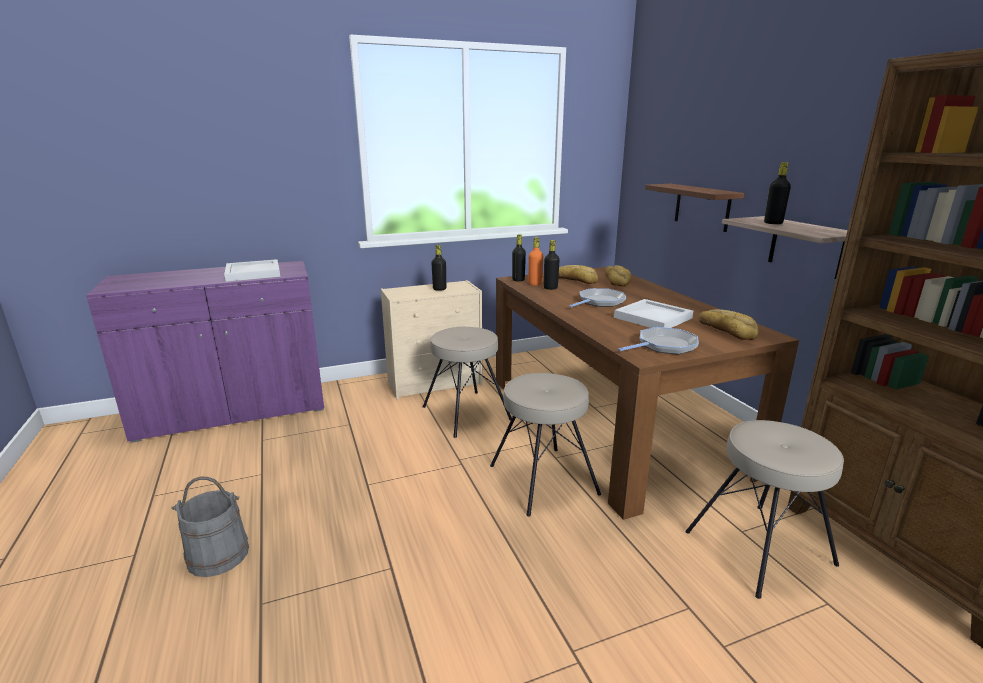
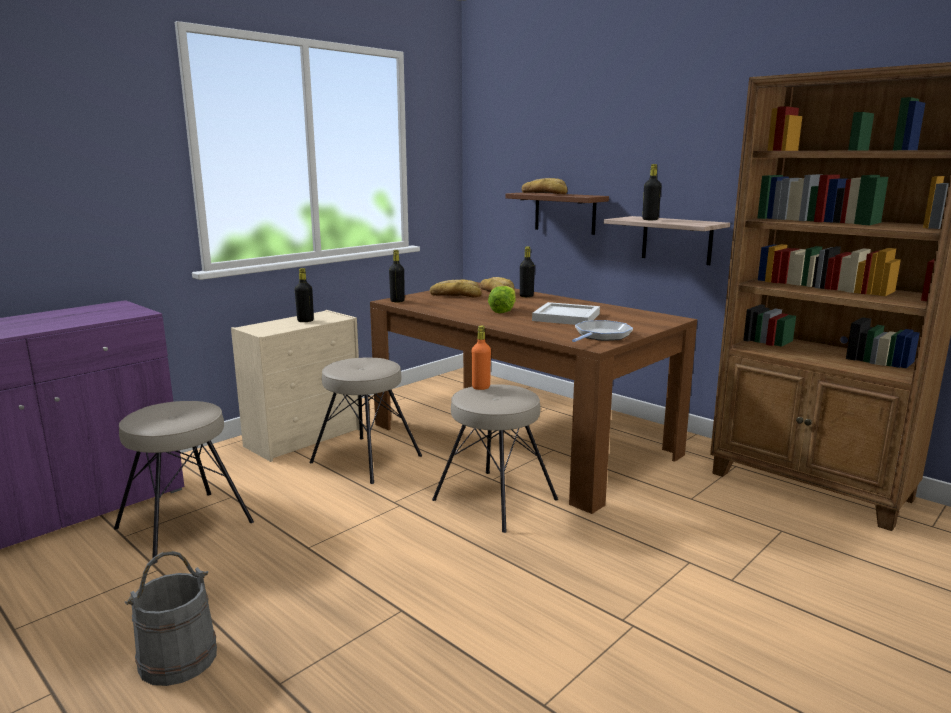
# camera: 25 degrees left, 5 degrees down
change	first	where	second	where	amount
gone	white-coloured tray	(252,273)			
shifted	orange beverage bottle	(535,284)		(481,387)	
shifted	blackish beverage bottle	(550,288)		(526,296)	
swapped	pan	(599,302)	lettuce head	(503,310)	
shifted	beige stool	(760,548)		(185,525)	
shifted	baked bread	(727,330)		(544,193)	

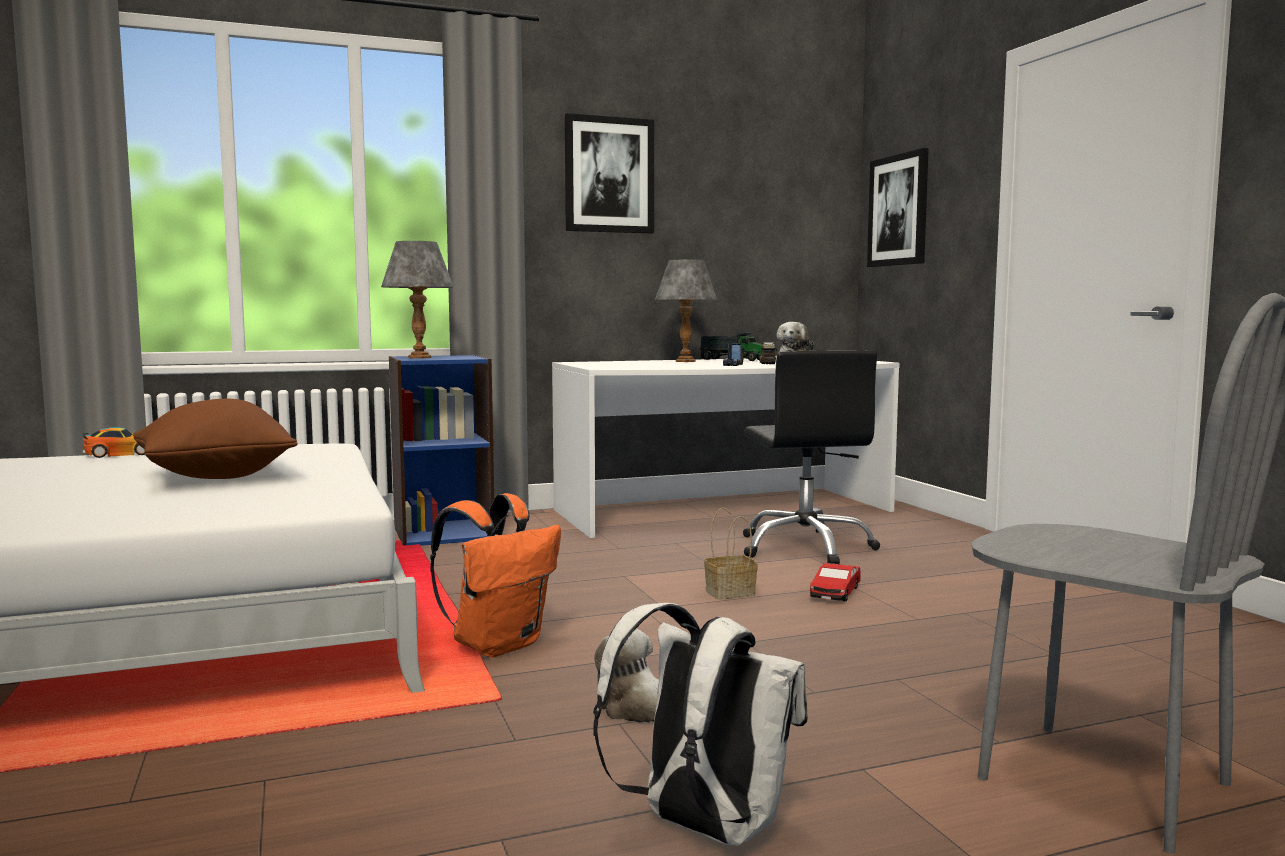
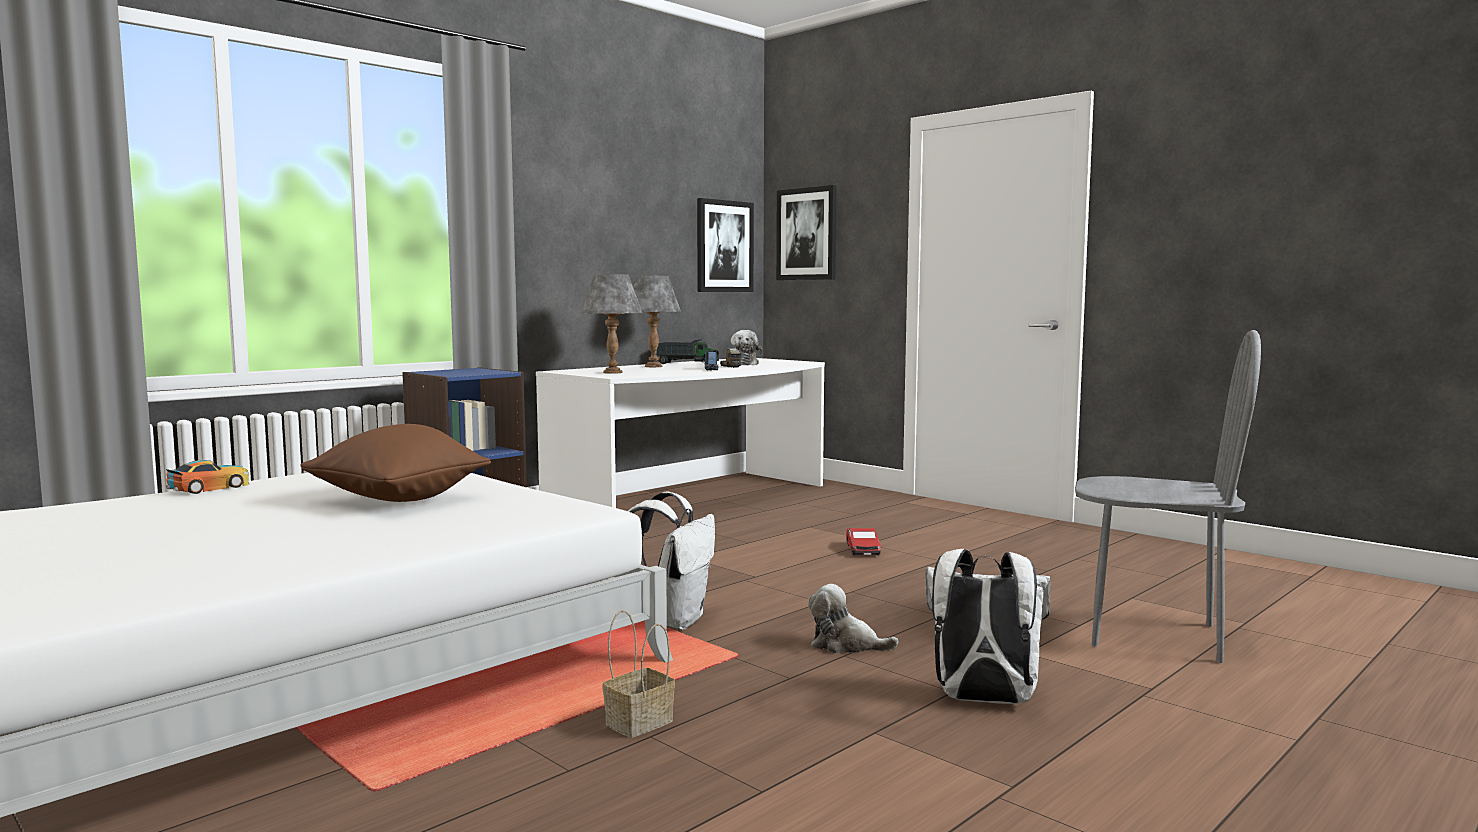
# camera: 25 degrees left, 0 degrees up
change	first	where	second	where	amount
shifted	grey table lamp	(419,357)		(612,372)	
repainted	orange backpack	(498,645)	white-coloured backpack	(673,620)	
shifted	picture	(609,175)		(724,246)	
shifted	household basket	(729,593)		(638,723)	
gone	blackish computer chair	(806,547)			

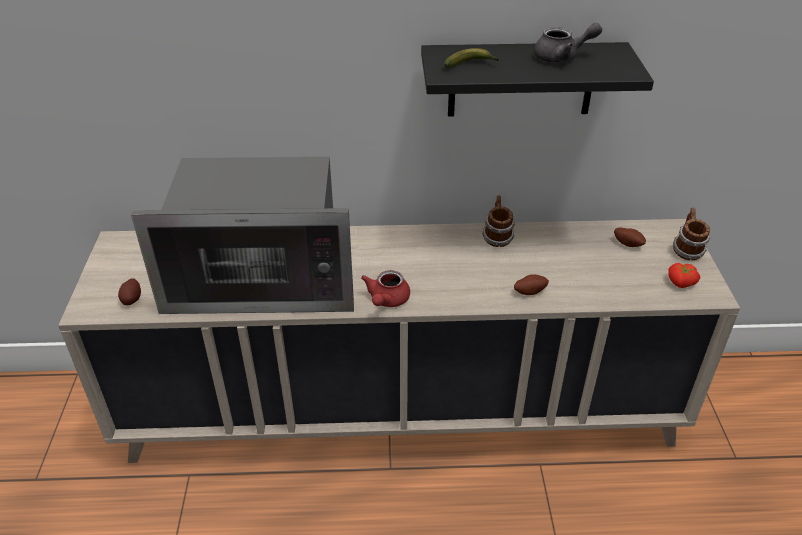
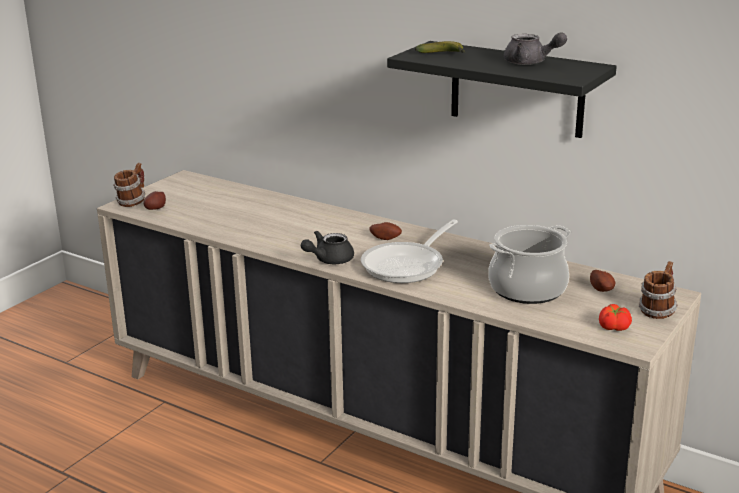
# camera: 35 degrees right, 15 degrees down
change	first	where	second	where	amount
gone	microwave	(263,280)			
repainted	red tea pot	(386,300)	blackish tea pot	(329,260)	
shifted	mug	(496,238)		(132,202)	
shifted	spud	(529,291)		(386,238)	
new			pan	(407,265)	
new			saucepot	(527,288)	

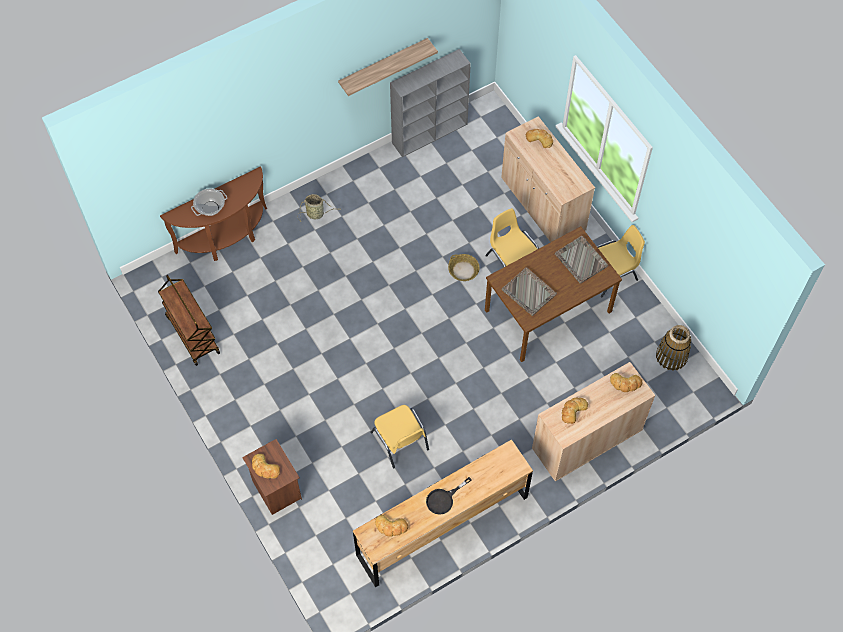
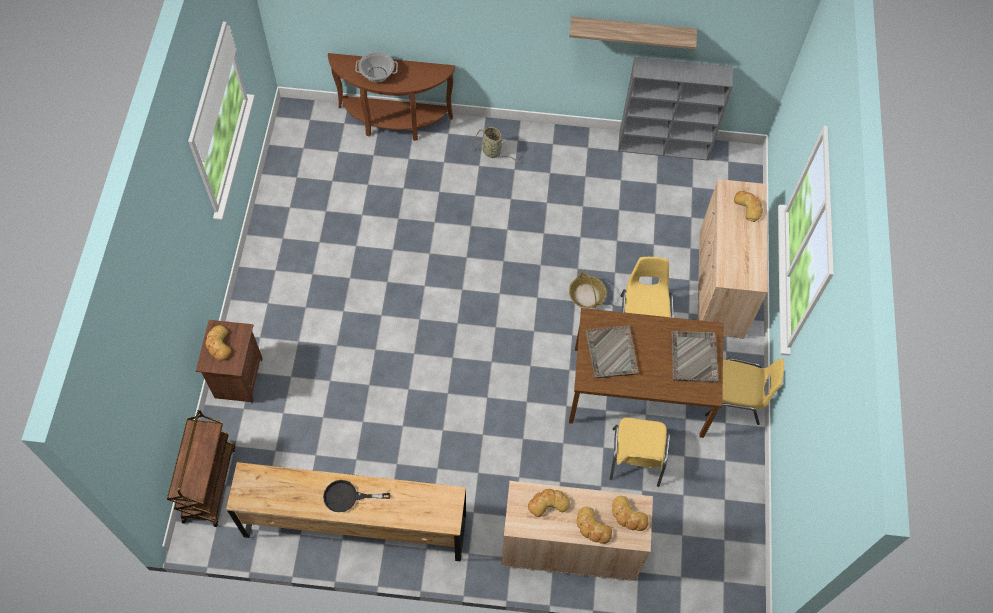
# camera: 35 degrees right, 0 degrees up
change	first	where	second	where	amount
shifted	brownish trolley	(192,334)		(209,483)	
shifted	yellow-coloured chair	(400,441)		(636,458)	
shifted	baked bread	(391,527)		(592,527)	
gone	household basket	(671,356)			

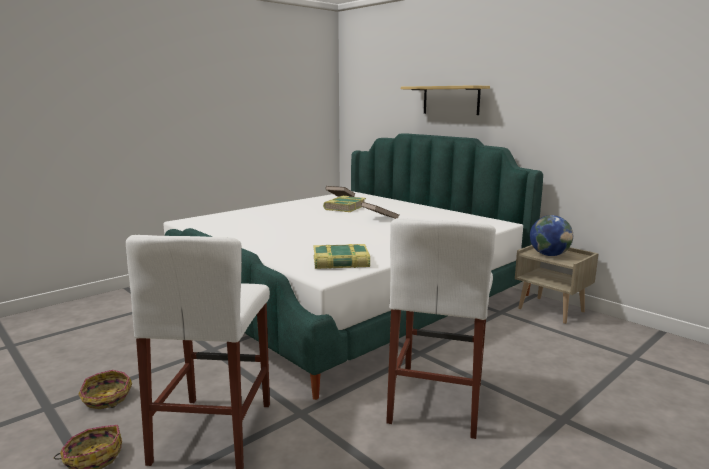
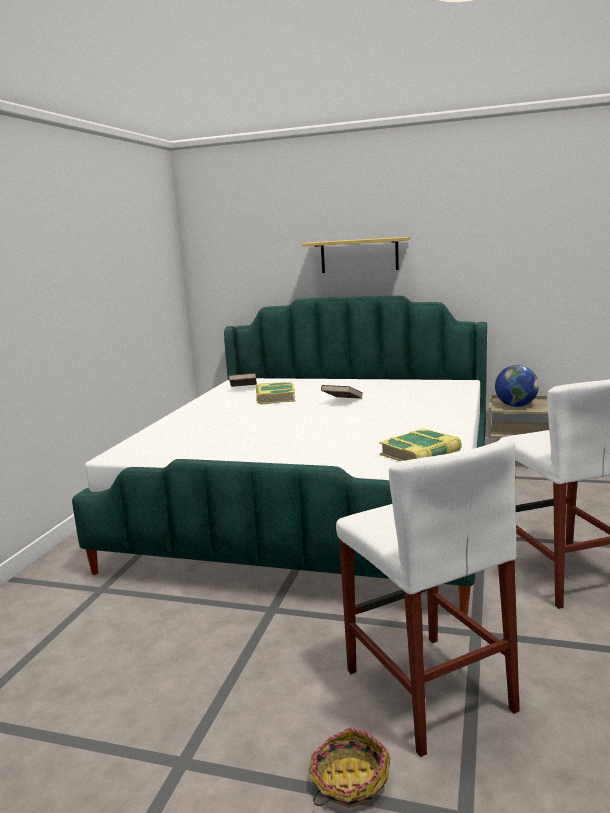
# camera: 30 degrees left, 0 degrees up
change	first	where	second	where	amount
gone	household basket	(106,399)			

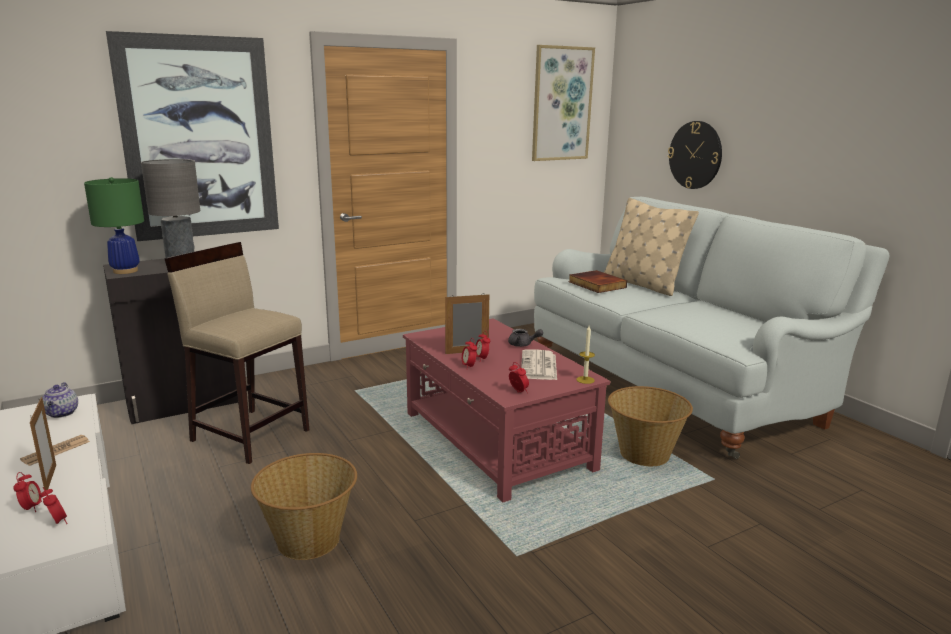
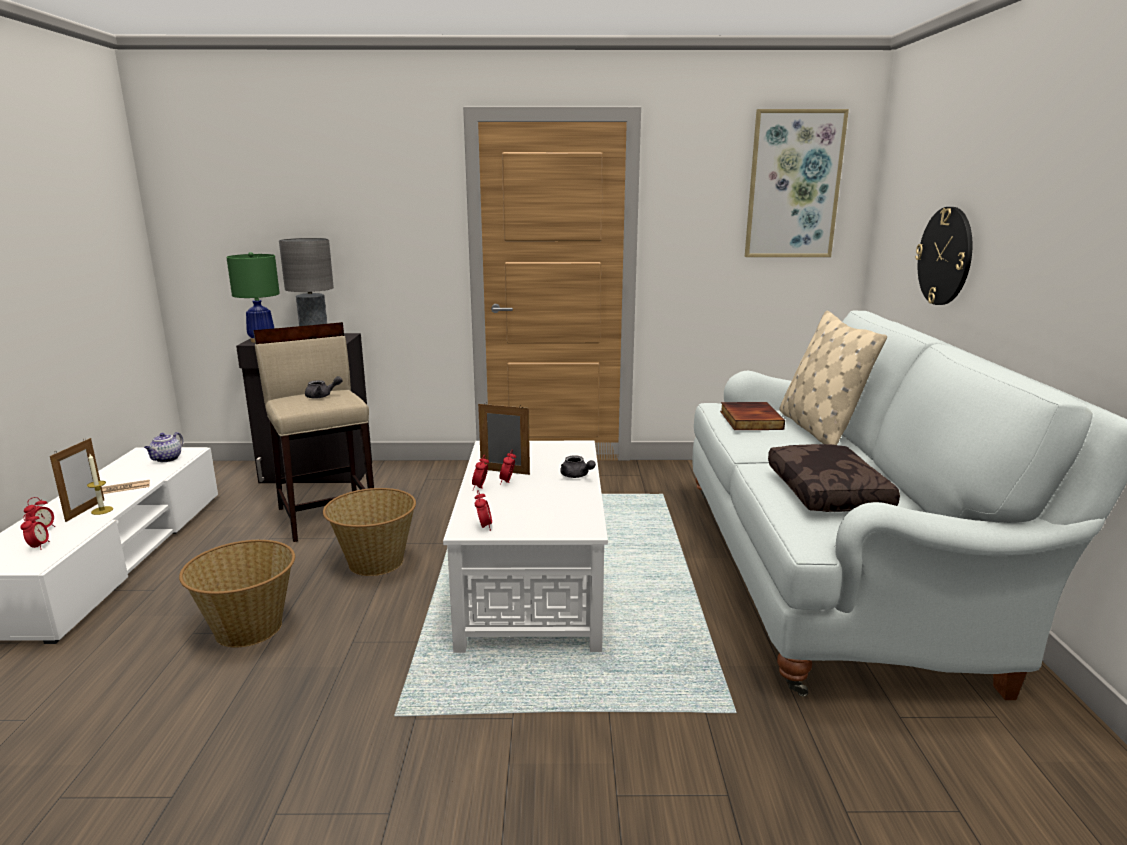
# camera: 30 degrees right, 0 degrees up
change	first	where	second	where	amount
gone	picture	(200,139)			
repainted	red coffee table	(496,441)	white-coloured coffee table	(531,583)	
gone	newspaper	(539,366)			
shifted	candle	(585,380)		(102,510)	
shifted	household basket	(644,455)		(375,562)	
new			grey tea pot	(322,396)	
new			brownish throw pillow	(829,492)	

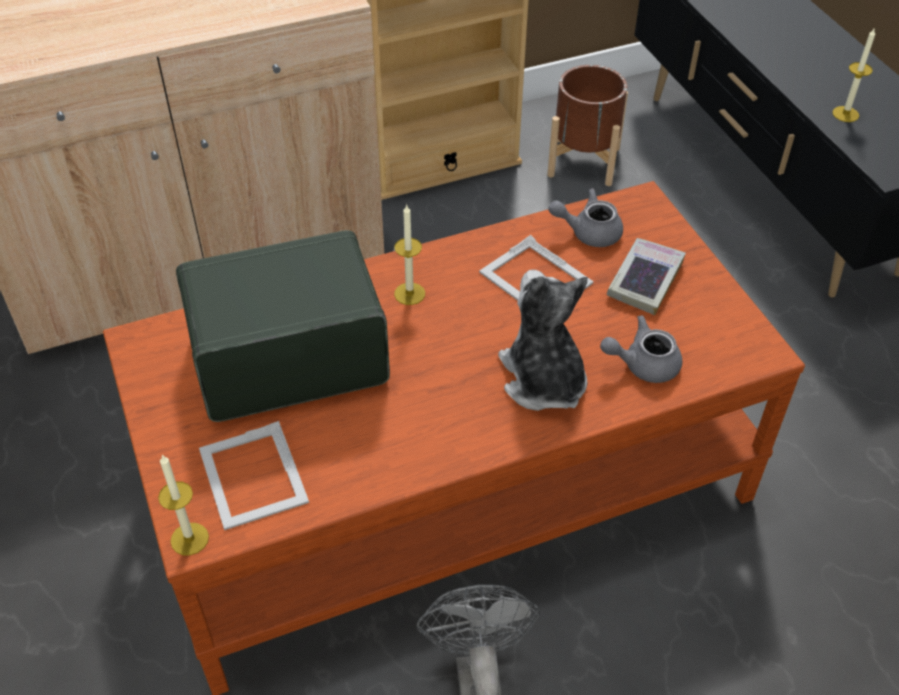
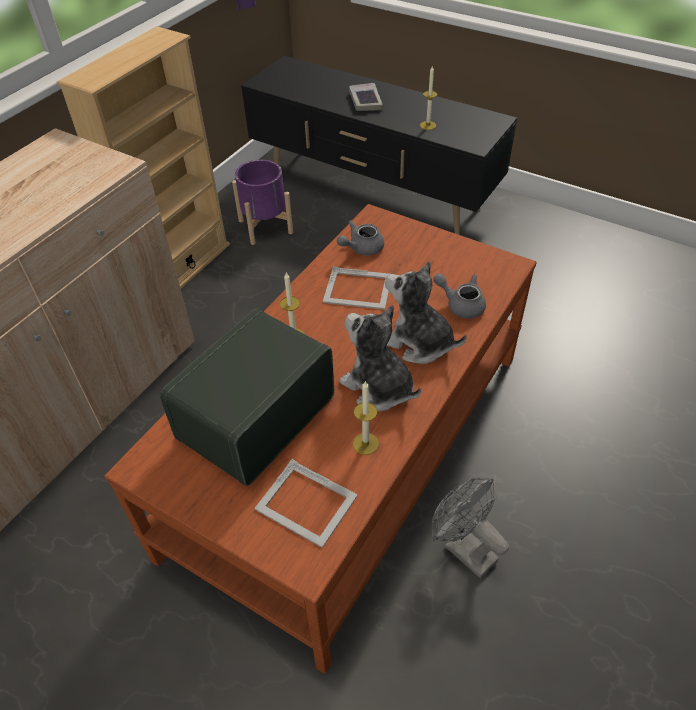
# camera: 35 degrees left, 0 degrees up
change	first	where	second	where	amount
shifted	candle	(189,539)		(365,443)	
repainted	brownish plant pot	(583,161)	purple-coloured plant pot	(265,227)	
rotated	grey tea pot	(642,364)		(461,304)	75 degrees clockwise
shifted	book	(645,280)		(365,101)	
new			soft toy	(378,387)	

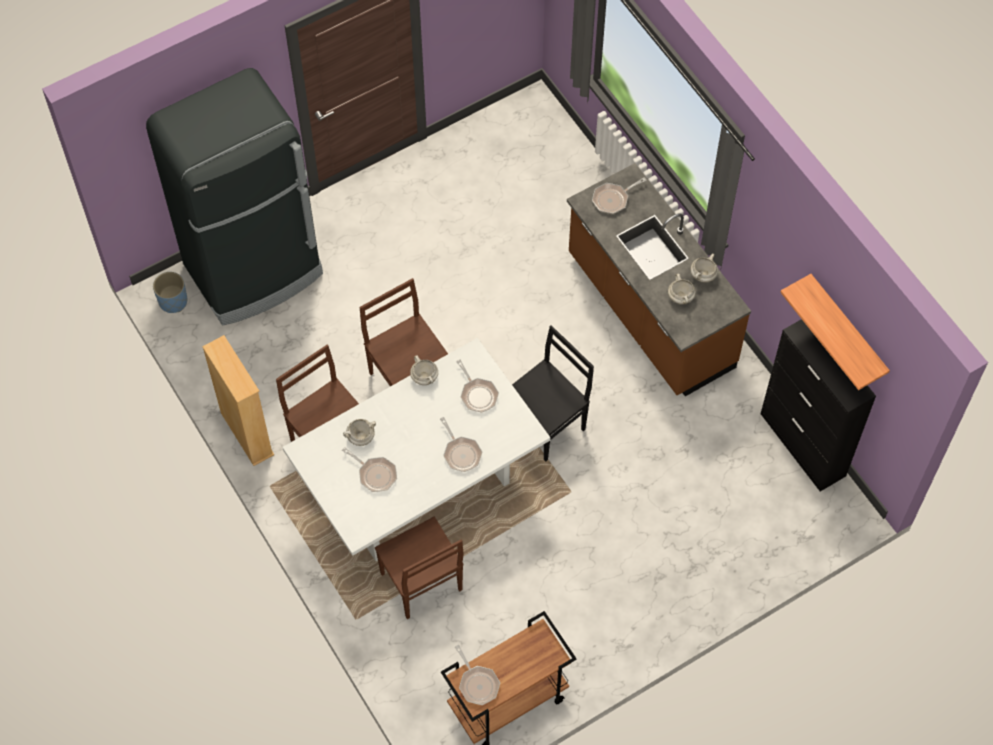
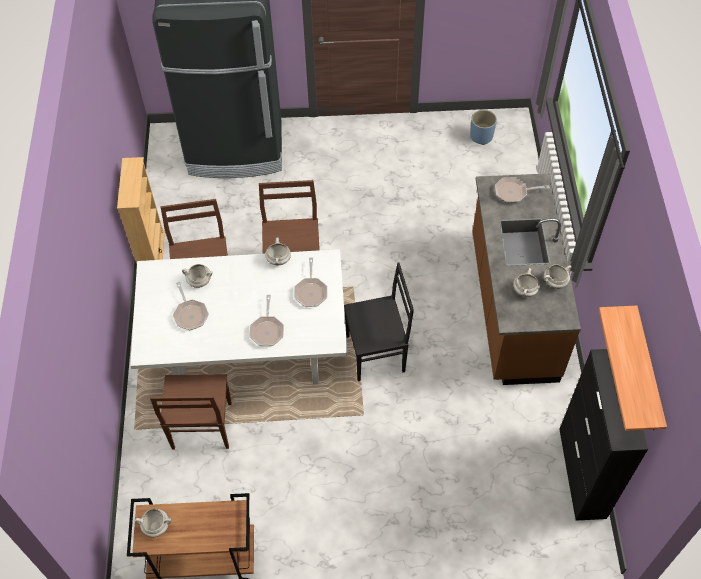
# camera: 30 degrees right, 5 degrees down
change	first	where	second	where	amount
shifted	blue-coloured plant pot	(173,301)		(481,136)	
swapped	pan	(477,683)	white-coloured saucepot	(156,526)	

